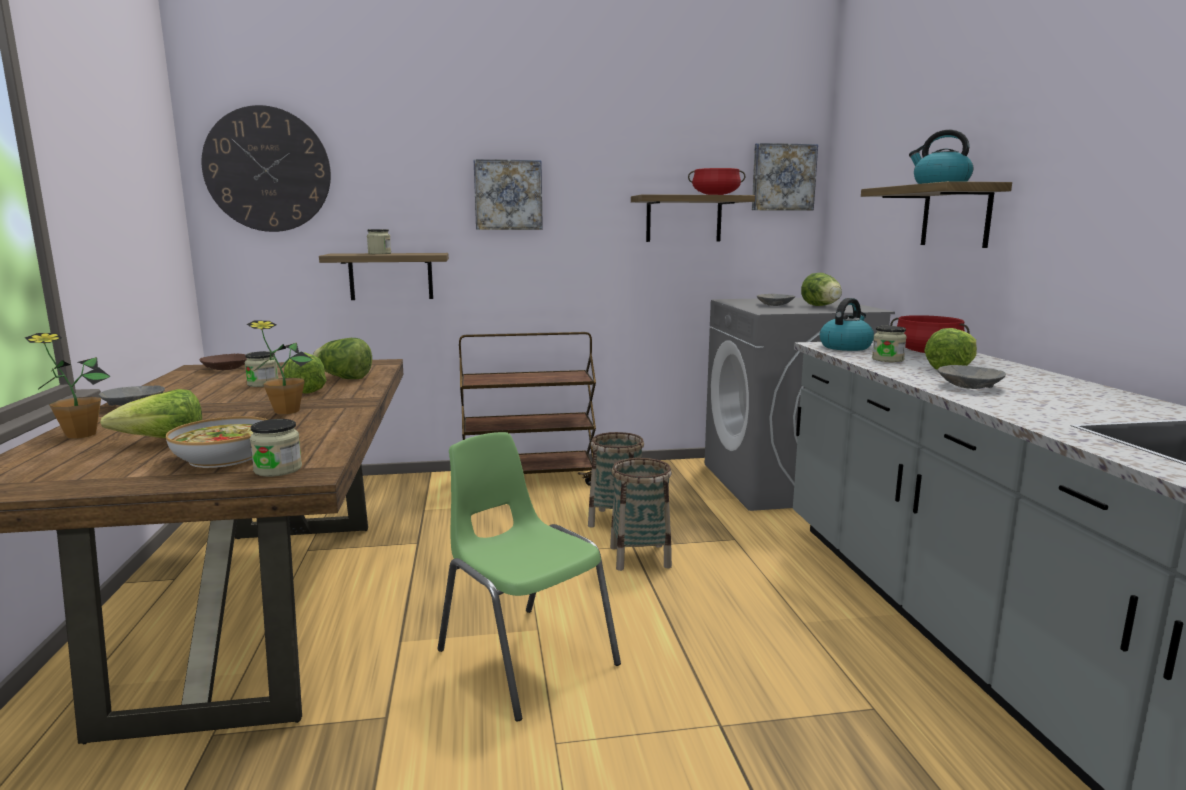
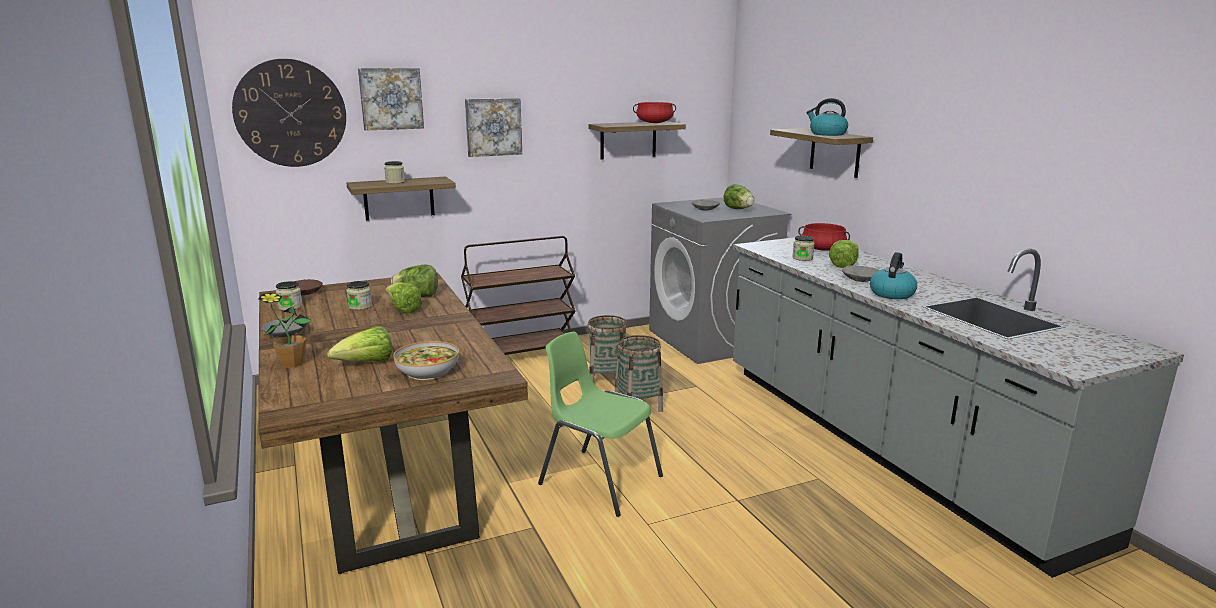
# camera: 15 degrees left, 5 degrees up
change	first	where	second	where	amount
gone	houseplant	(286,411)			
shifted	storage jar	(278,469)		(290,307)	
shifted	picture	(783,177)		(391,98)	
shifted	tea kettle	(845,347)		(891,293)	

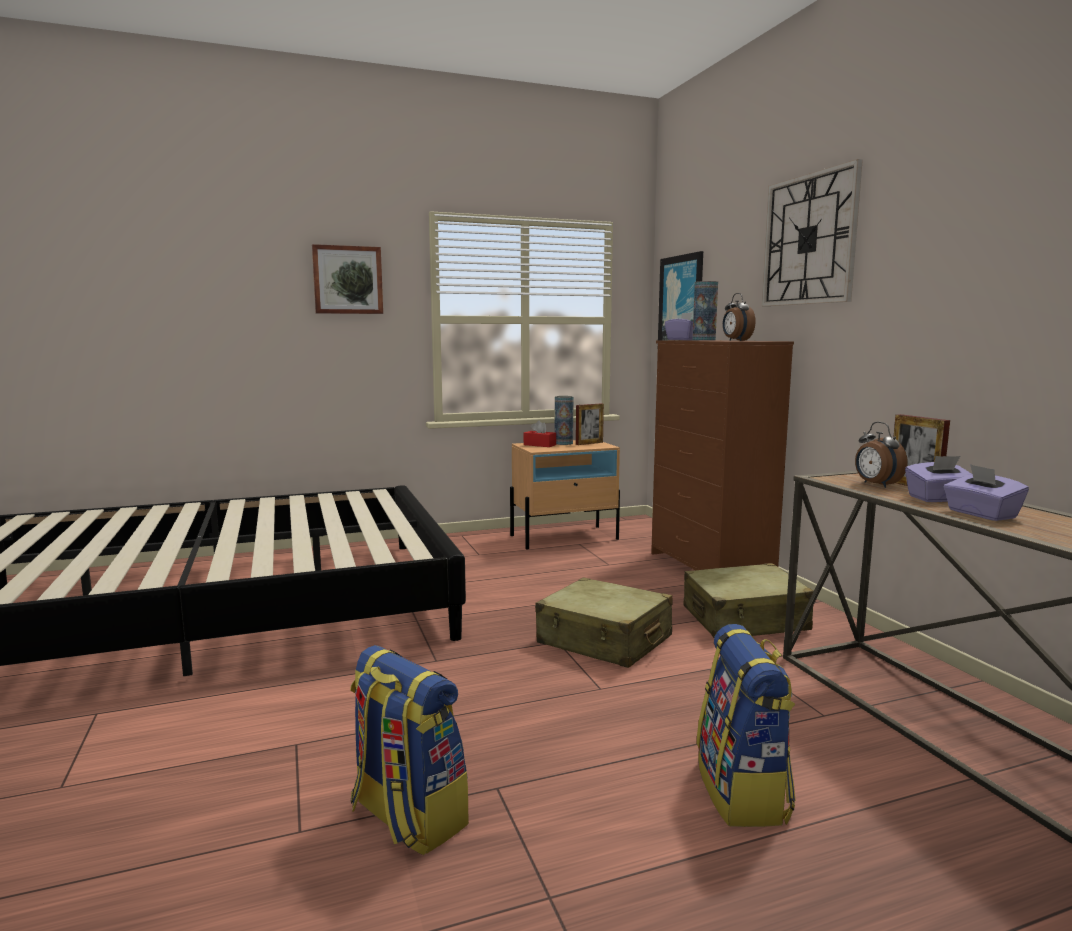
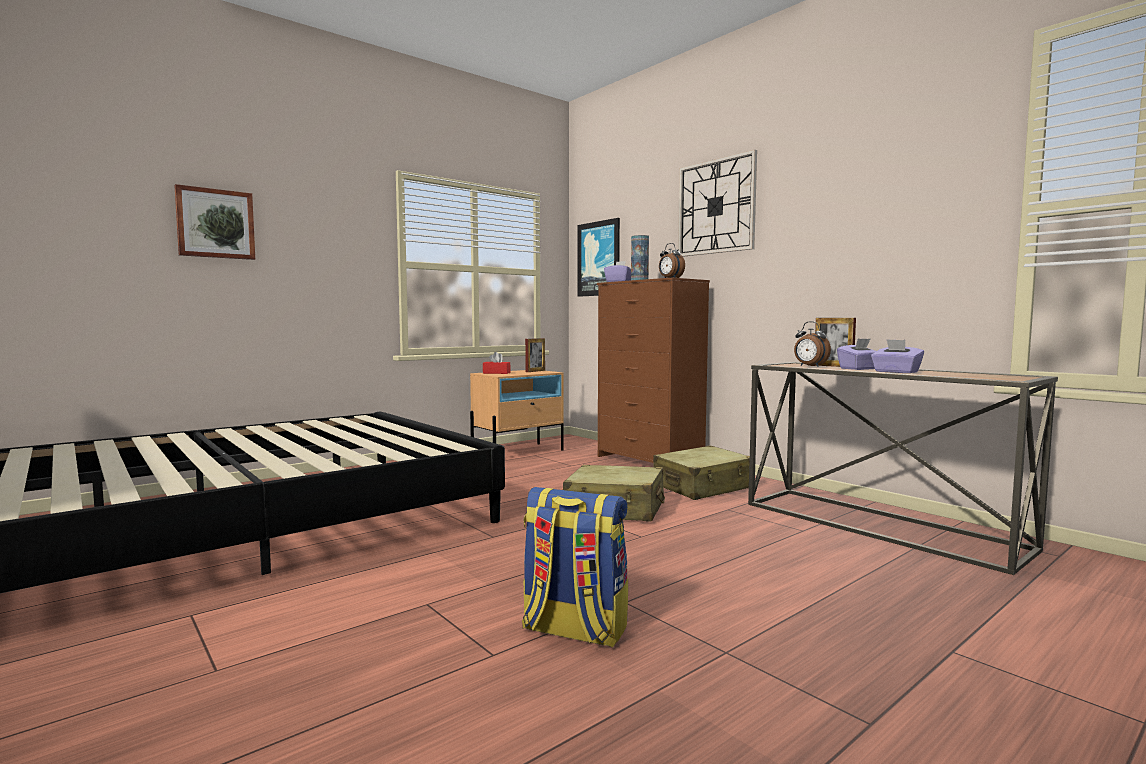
# camera: 20 degrees left, 5 degrees down
change	first	where	second	where	amount
shifted	picture	(347,280)		(215,224)	
gone	flower vase	(563,443)			
gone	backpack	(743,792)			

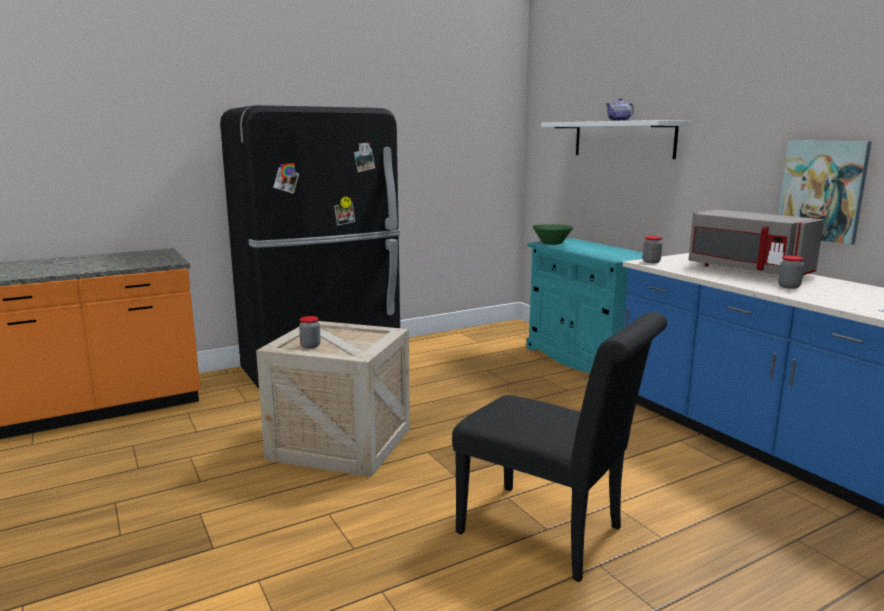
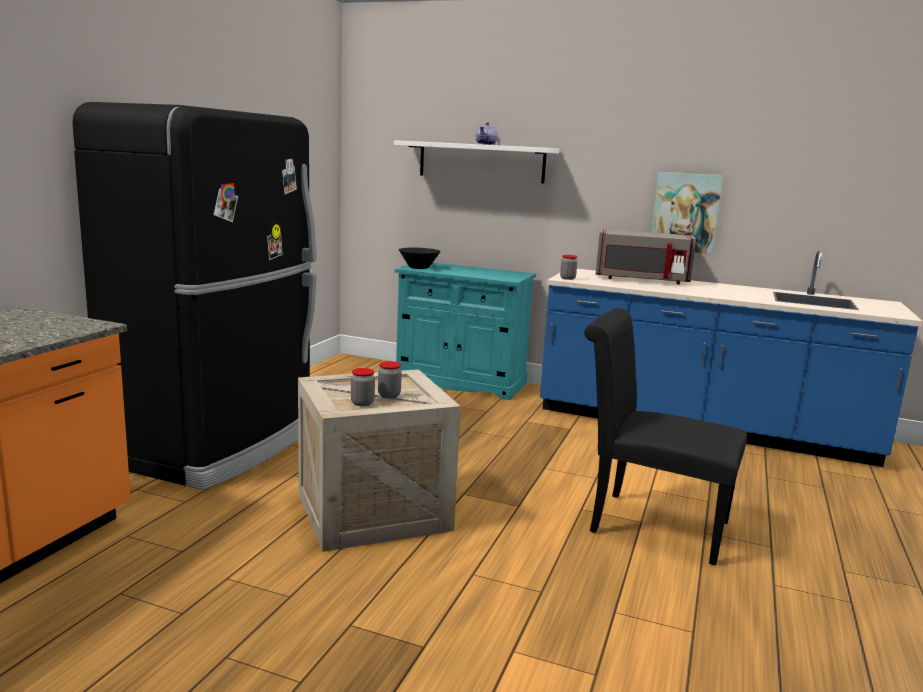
# camera: 40 degrees left, 0 degrees up
change	first	where	second	where	amount
rotated	blackish chair	(550,534)		(648,524)	150 degrees counterclockwise
repainted	greenish bowl	(552,243)	blackish bowl	(418,267)	
shifted	storage jar	(788,286)		(389,395)	

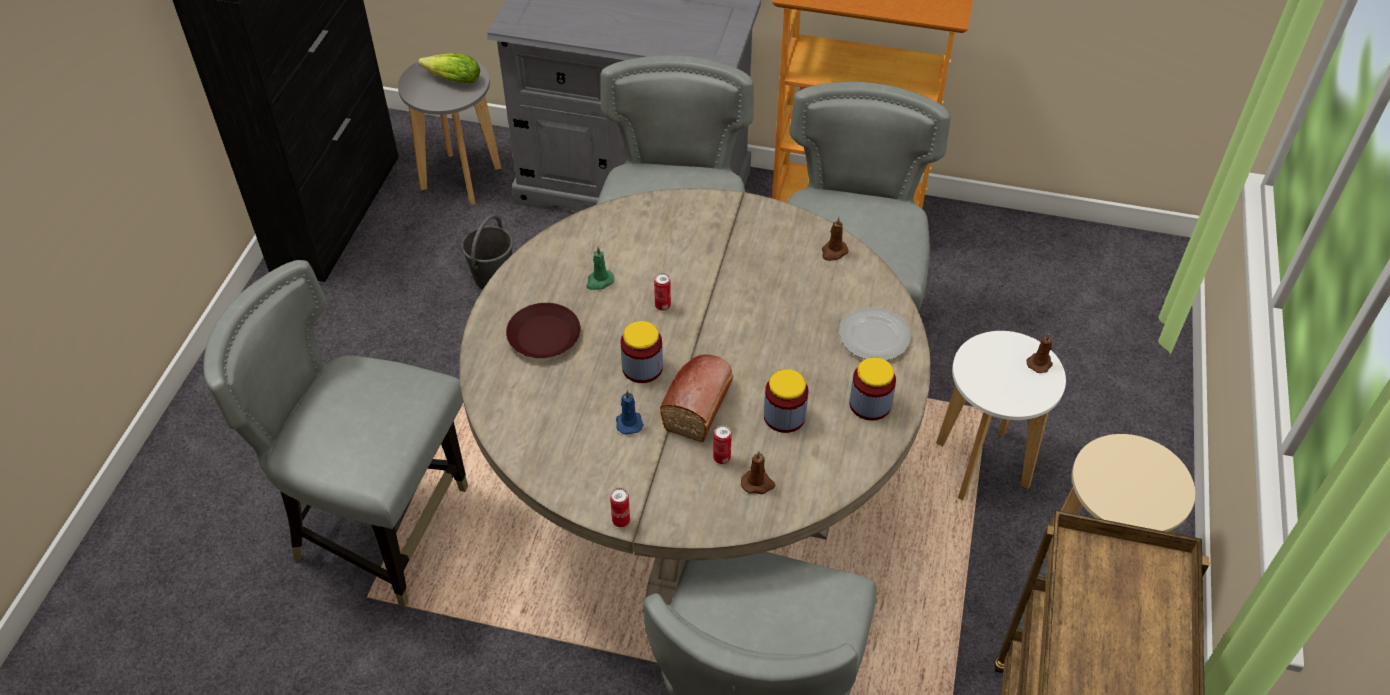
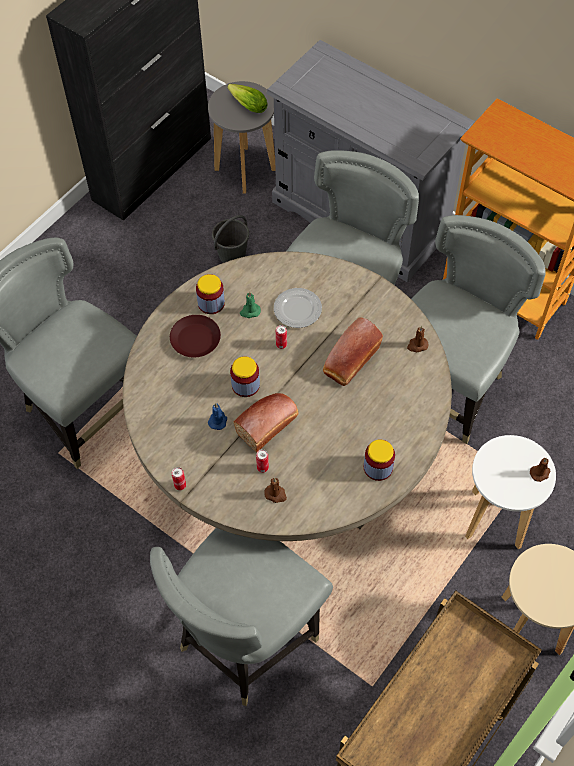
# camera: 25 degrees right, 10 degrees up
change	first	where	second	where	amount
shifted	storage jar	(784,416)		(211,303)	
shifted	plate	(875,337)		(297,310)	
new			baked bread	(350,361)	

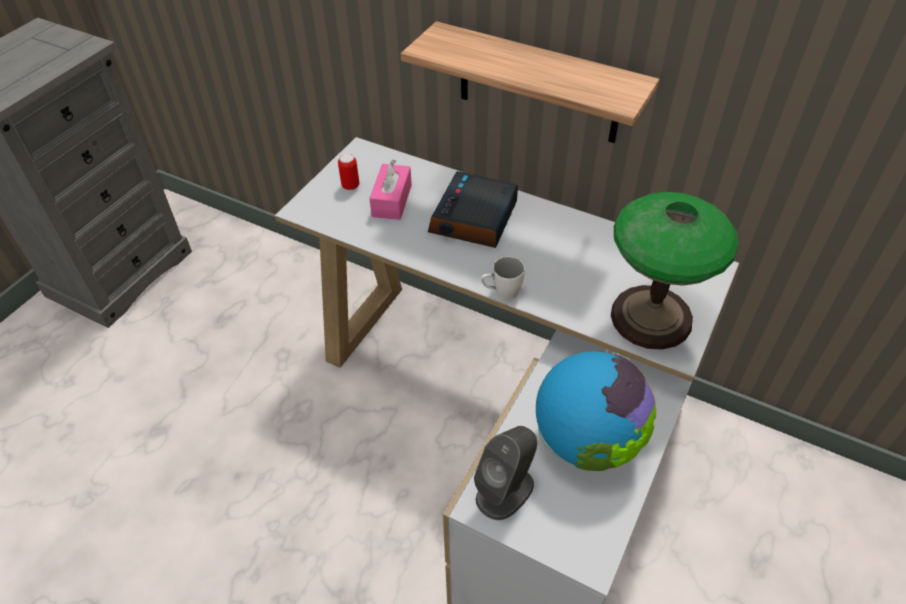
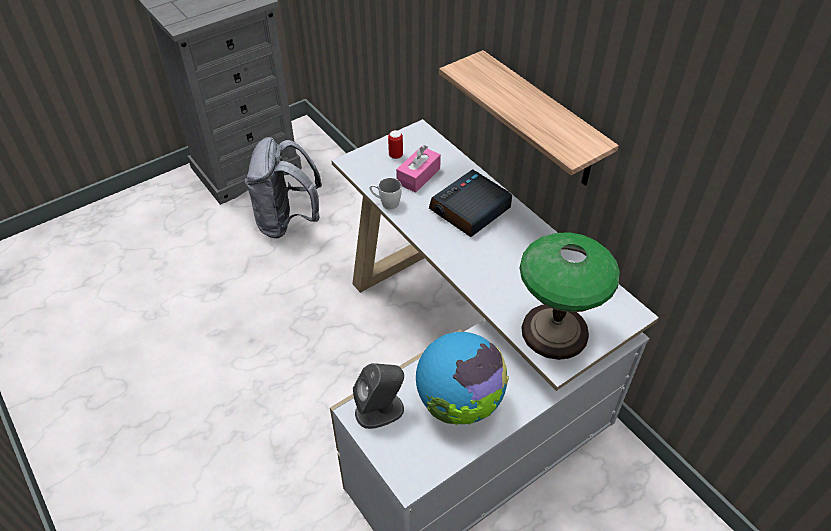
# camera: 25 degrees right, 0 degrees up
change	first	where	second	where	amount
shifted	white-coloured mug	(501,292)		(386,203)	
new			grey backpack	(287,222)	

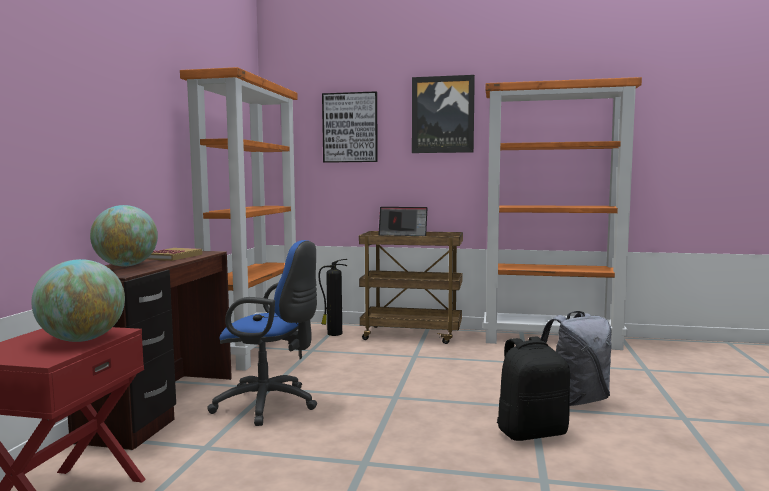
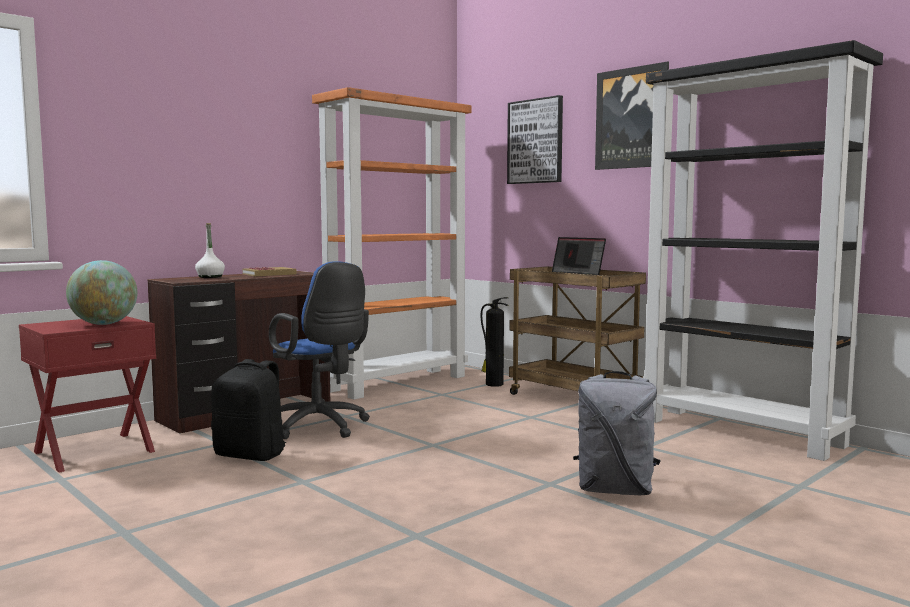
# camera: 35 degrees right, 0 degrees up
change	first	where	second	where	amount
swapped	globe	(126,266)	white-coloured beverage bottle	(210,277)	
repainted	orange bookcase	(552,340)	blackish bookcase	(742,432)	
shifted	blackish backpack	(531,432)		(251,455)	

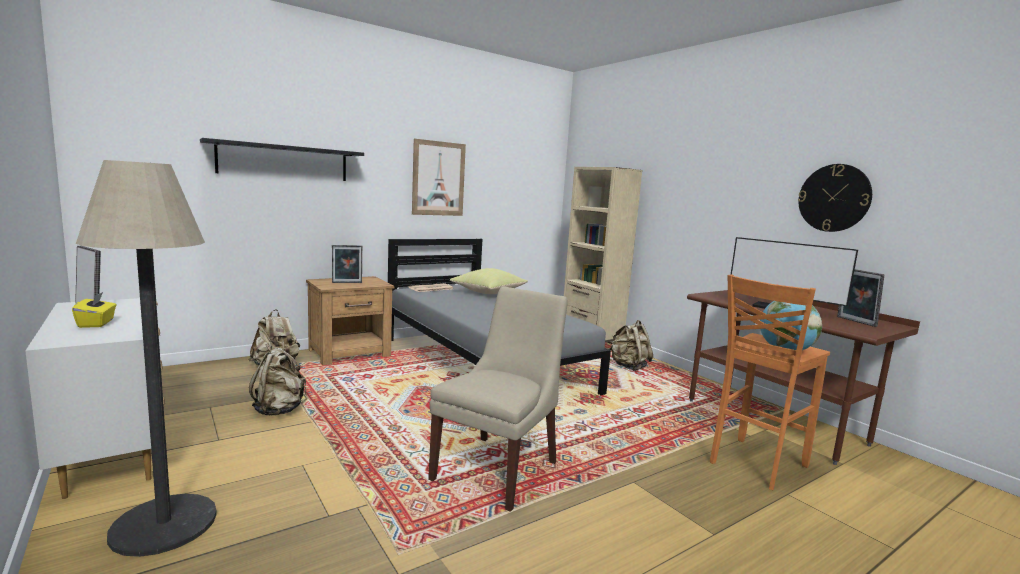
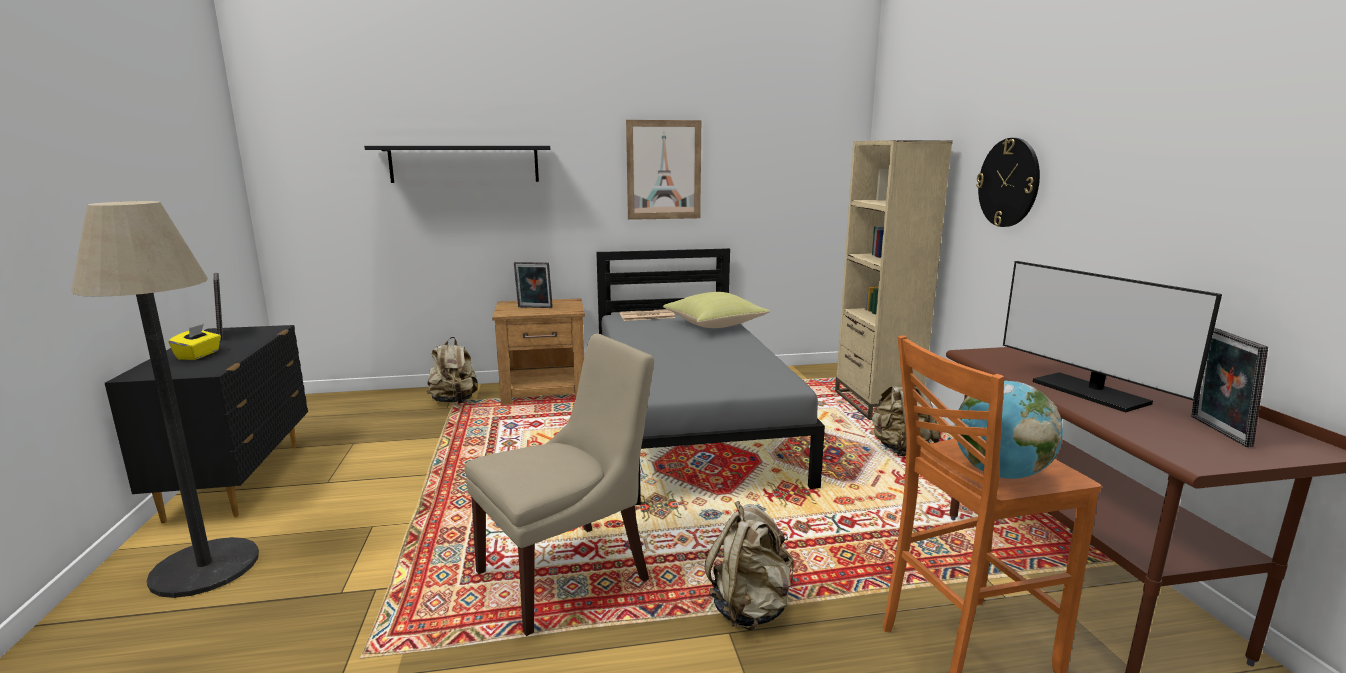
# camera: 25 degrees right, 5 degrees up
change	first	where	second	where	amount
repainted	white-coloured drawer chest	(115,450)	blackish drawer chest	(239,479)	
shifted	beige backpack	(279,410)		(750,608)	
shifted	clock on the wall	(834,198)		(1008,182)	

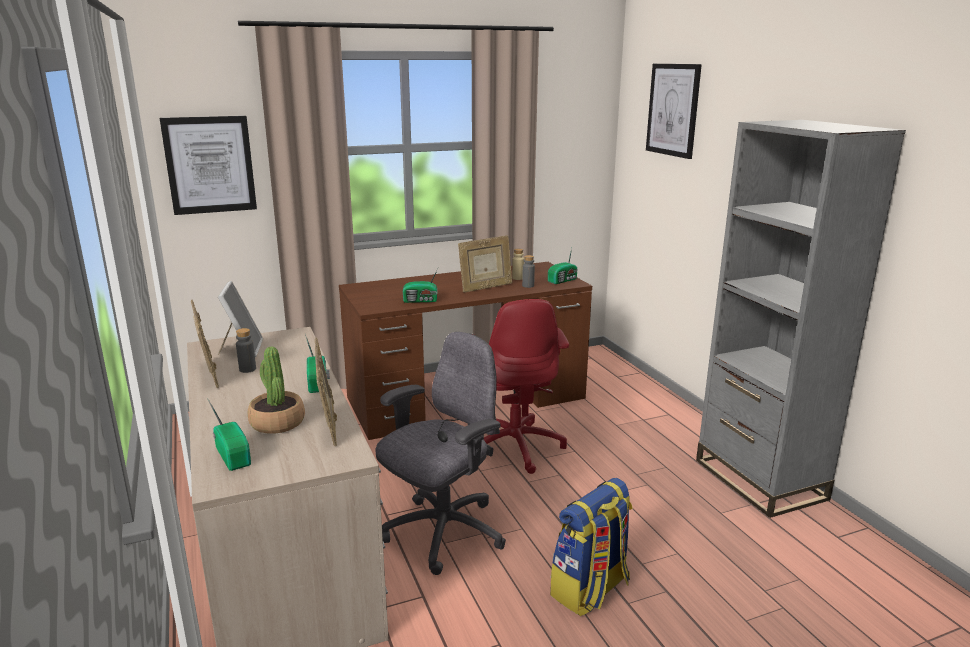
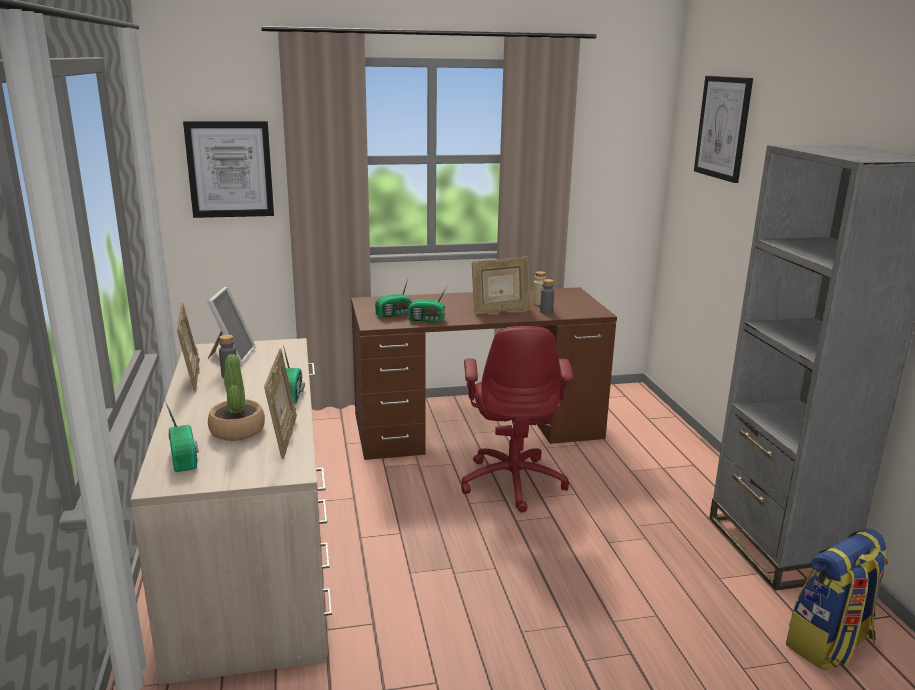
# camera: 10 degrees right, 0 degrees up
change	first	where	second	where	amount
gone	grey computer chair	(443,533)			
shifted	radio	(563,280)		(395,314)	
shifted	backpack	(590,590)		(830,645)	

